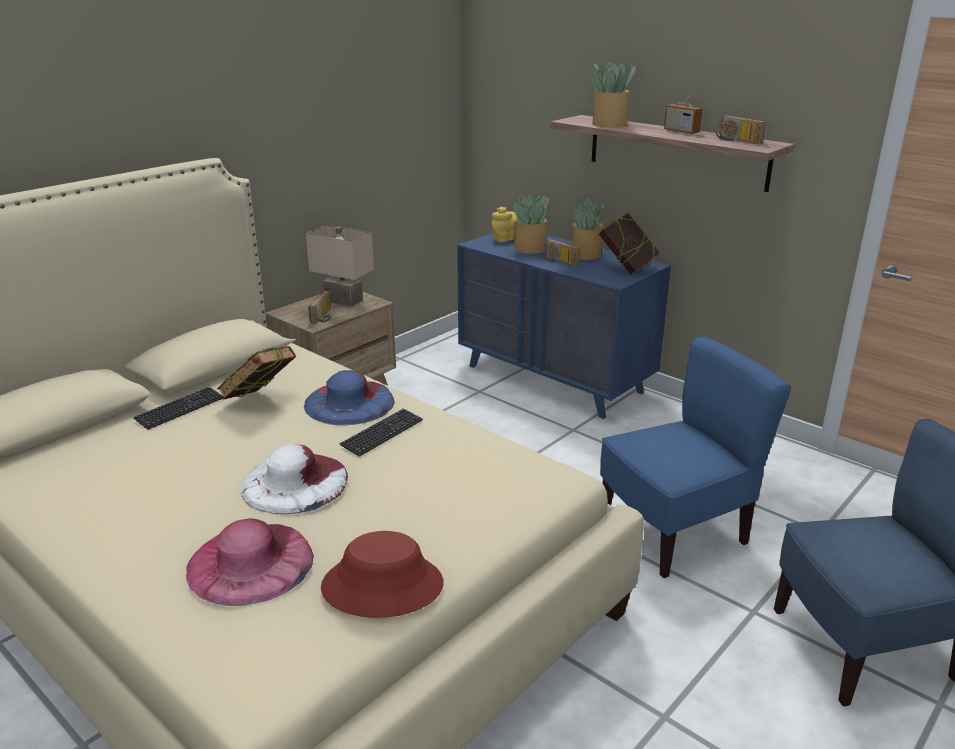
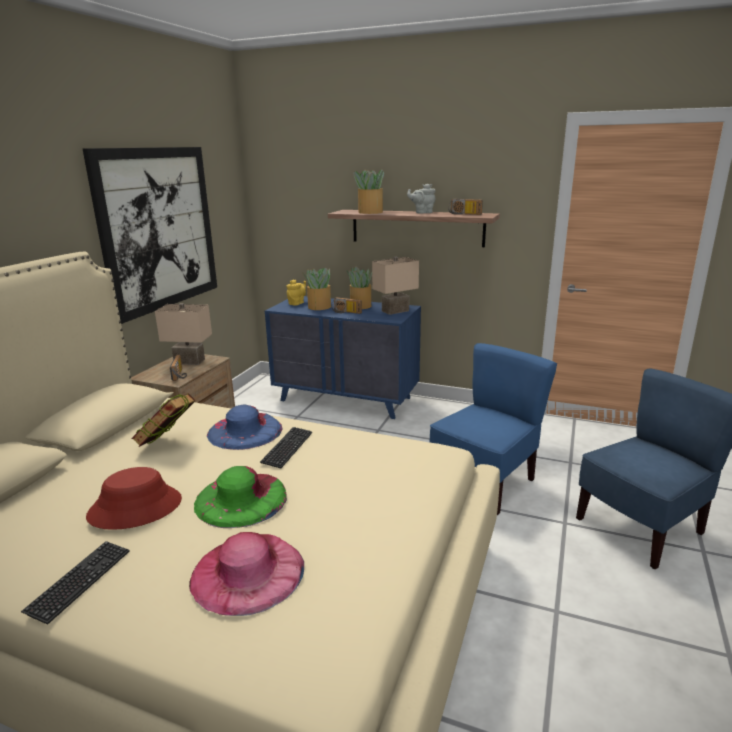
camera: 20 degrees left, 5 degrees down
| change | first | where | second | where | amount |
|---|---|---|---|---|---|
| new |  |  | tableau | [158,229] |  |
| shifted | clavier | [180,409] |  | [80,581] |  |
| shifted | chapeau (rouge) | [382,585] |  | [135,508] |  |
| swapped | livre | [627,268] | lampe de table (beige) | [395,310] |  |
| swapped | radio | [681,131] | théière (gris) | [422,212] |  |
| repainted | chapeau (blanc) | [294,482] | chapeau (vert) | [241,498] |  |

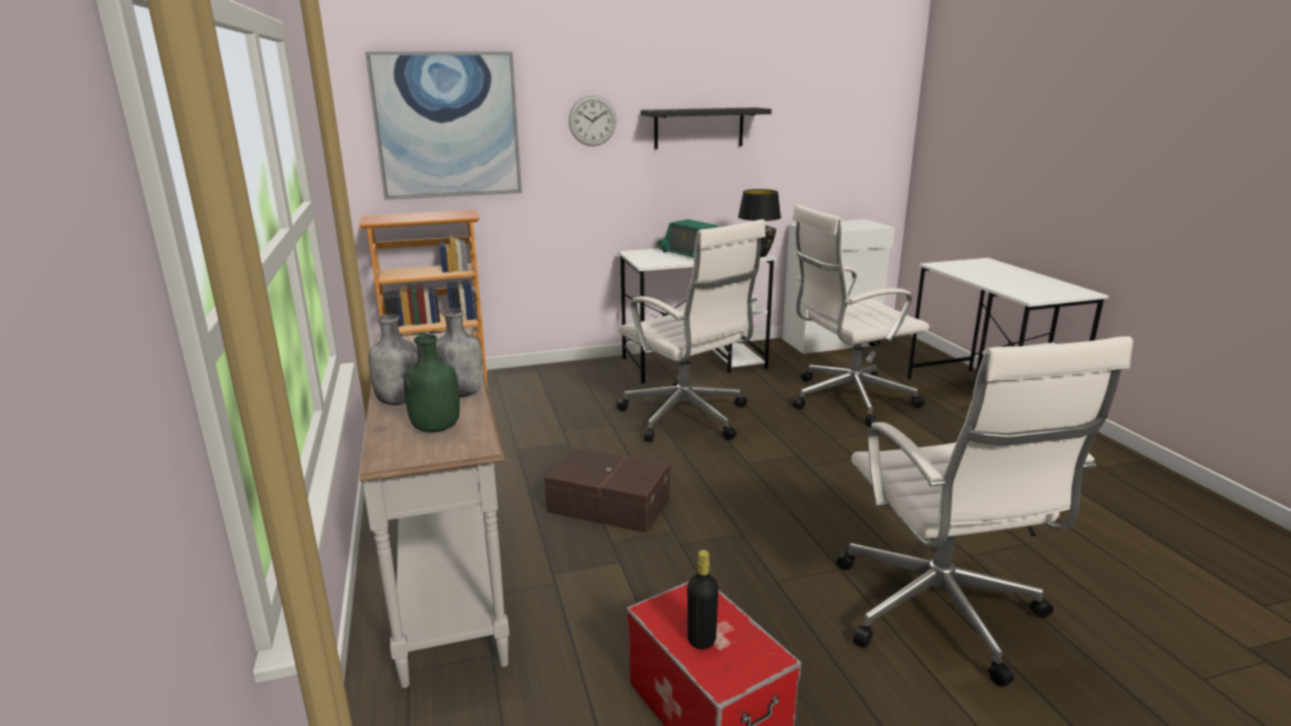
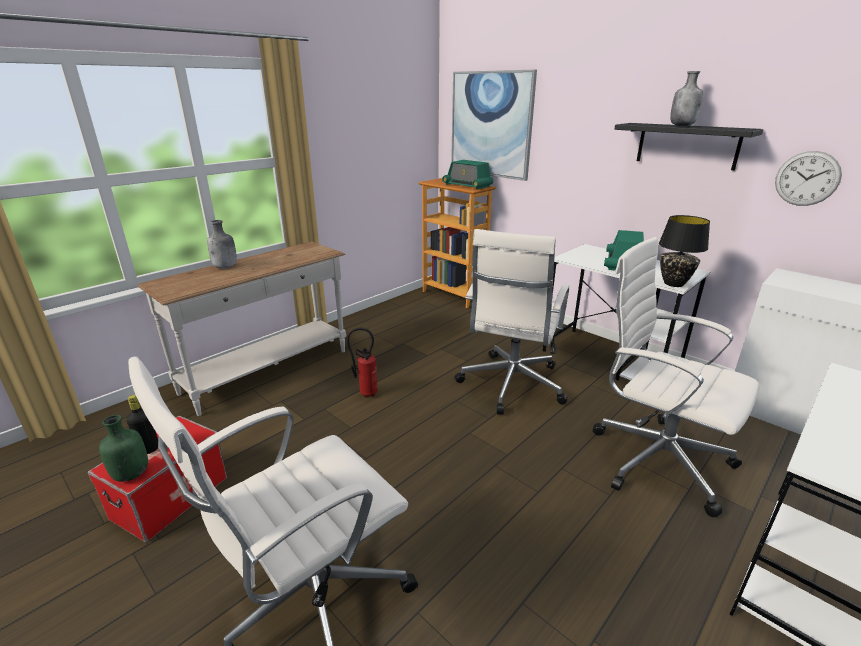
camera: 60 degrees right, 5 degrees up
| change | first | where | second | where | amount |
|---|---|---|---|---|---|
| new |  |  | radio | [467,185] |  |
| shifted | bouteille (vert) | [435,428] |  | [131,474] |  |
| shifted | bouteille (gris) | [462,394] |  | [682,126] |  |
| shifted | horloge murale | [592,121] |  | [807,178] |  |
| swapped | boîte de rangement (marron) | [608,503] | extincteur | [365,393] |  |

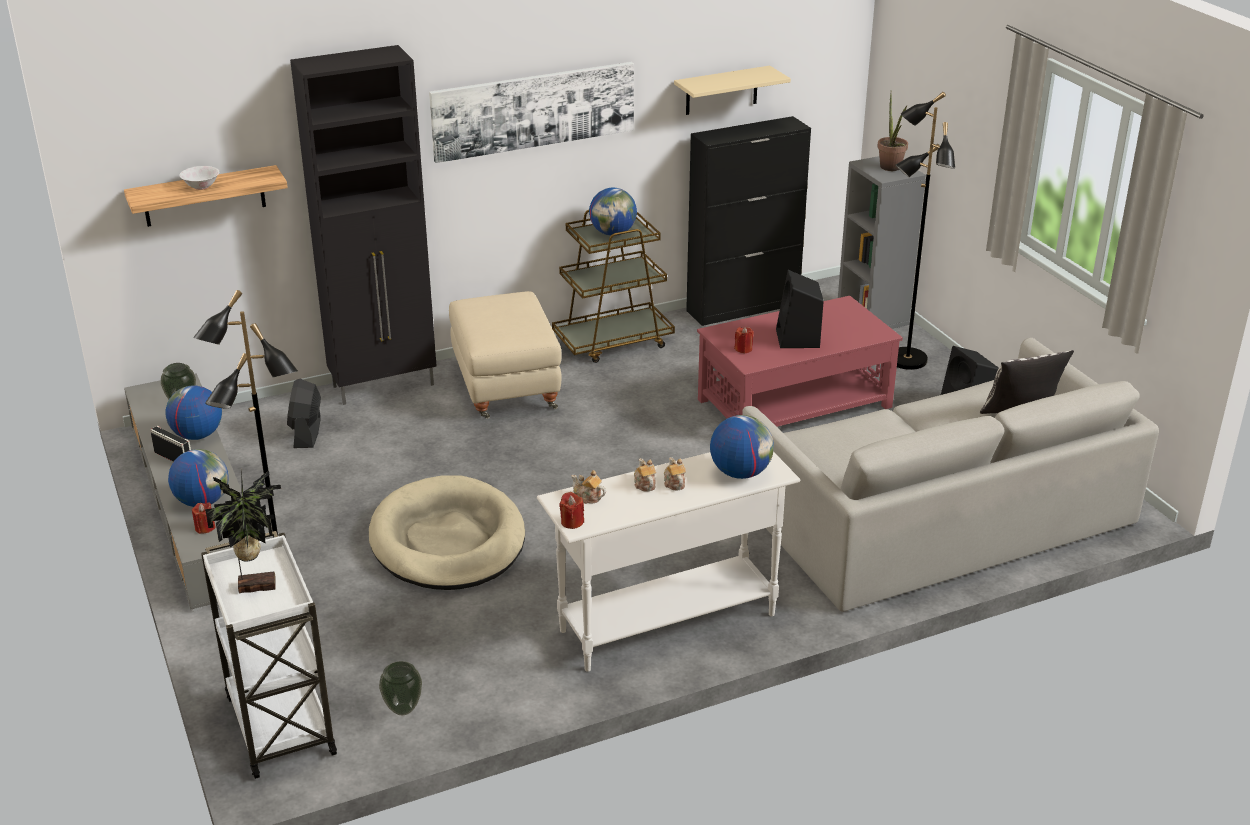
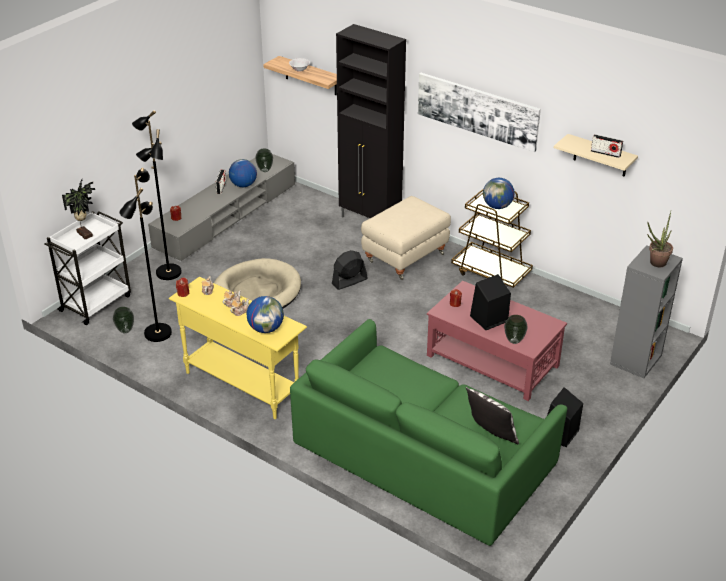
camera: 60 degrees right, 5 degrees up
| change | first | where | second | where | amount |
|---|---|---|---|---|---|
| gone | globe | [202,501] |  |  |  |
| gone | meuble de rangement (noir) | [743,307] |  |  |  |
| new |  |  | vase | [514,341] |  |
| new |  |  | radio | [605,153] |  |
| shifted | ventilateur (noir) | [307,433] |  | [349,281] |  |
| shifted | lampadaire (noir) | [906,360] |  | [157,333] |  |
| repainted | table console (blanc) | [666,622] | table console (jaune) | [242,384] |  |
| repainted | canapé (gris) | [935,514] | canapé (vert) | [423,453] |  |

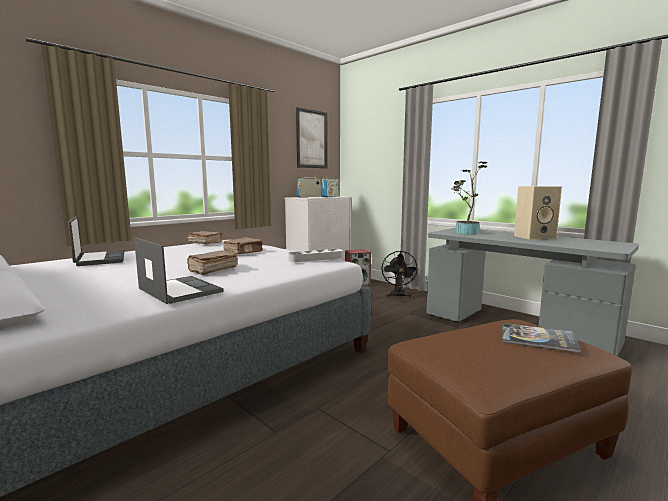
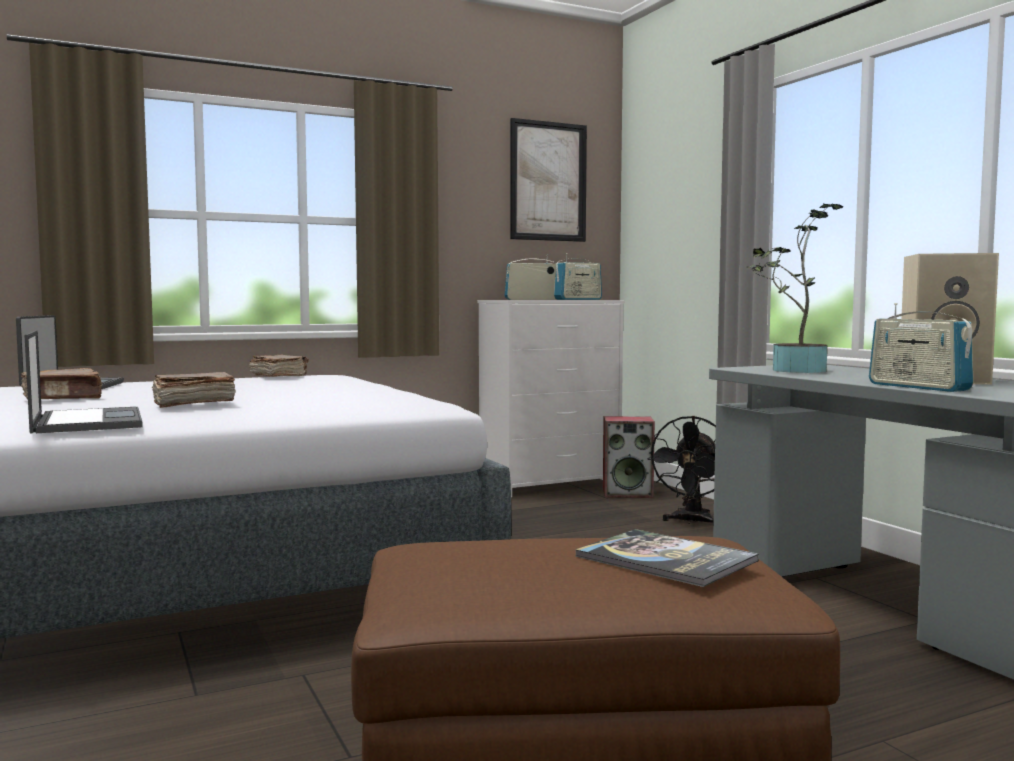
camera: 20 degrees right, 5 degrees down
| change | first | where | second | where | amount |
|---|---|---|---|---|---|
| gone | plateau (gris) | [316,258] |  |  |  |
| new |  |  | radio | [918,387] |  |
| shifted | livre (marron) | [244,252] |  | [63,398] |  |

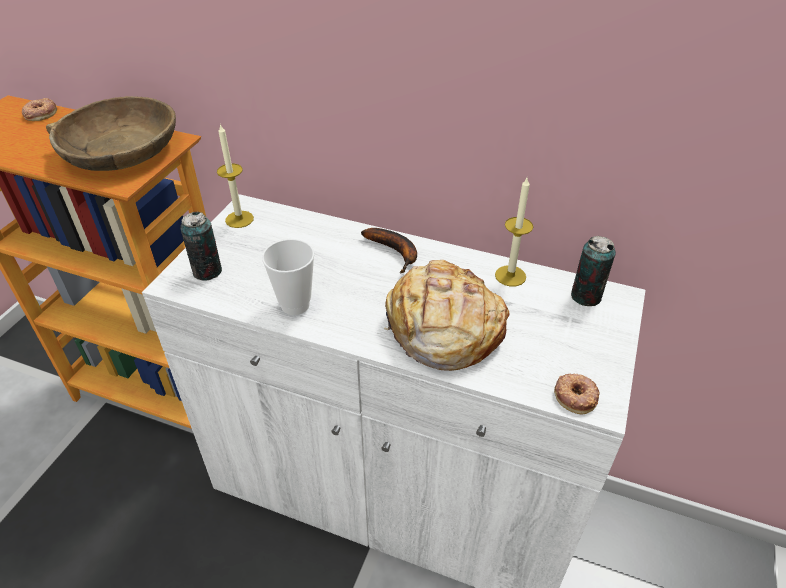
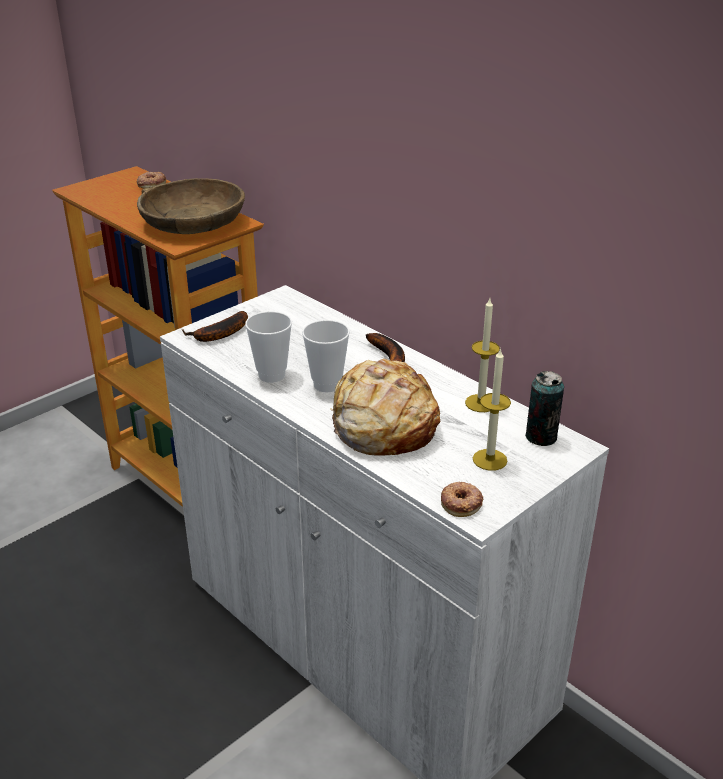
camera: 25 degrees right, 10 degrees down
| change | first | where | second | where | amount |
|---|---|---|---|---|---|
| new |  |  | tasse | [327,385] |  |
| shifted | bougie | [239,219] |  | [489,460] |  |
| swapped | boîte métallique | [207,271] | banane | [219,334] |  |

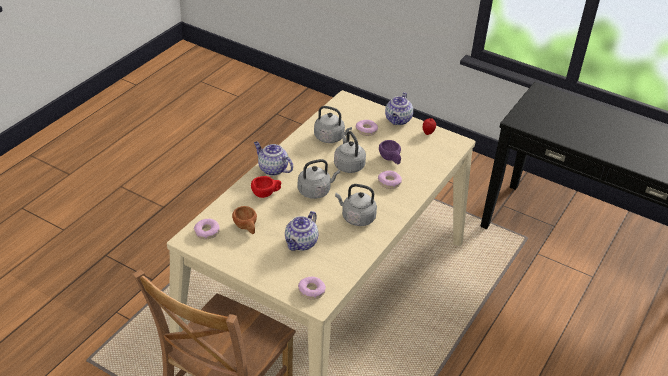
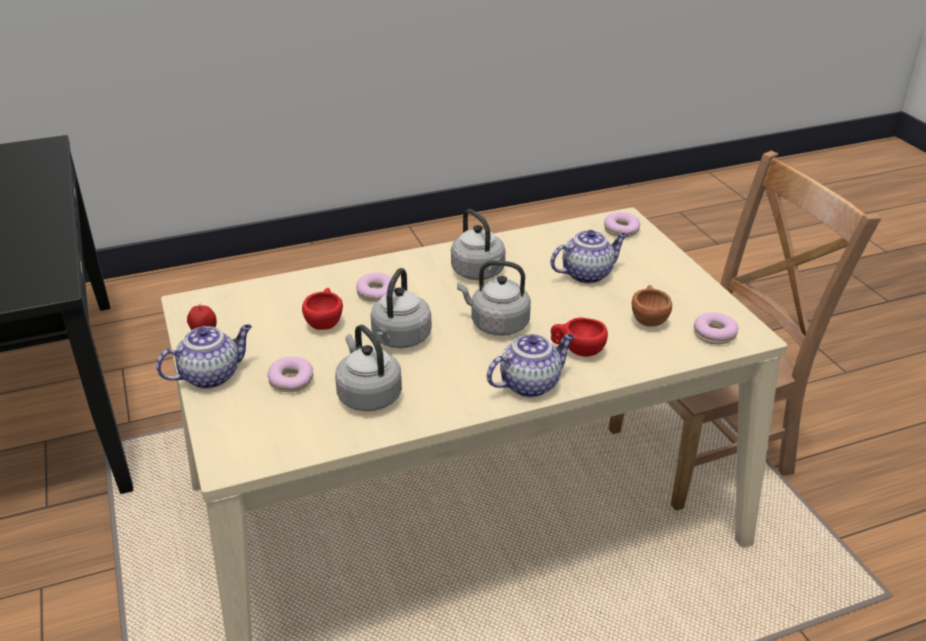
camera: 140 degrees left, 5 degrees down
| change | first | where | second | where | amount |
|---|---|---|---|---|---|
| repainted | tasse (violet) | [390,159] | tasse (rouge) | [325,321] |  |
| rotated | théière | [272,169] |  | [530,384] | 105 degrees counterclockwise |

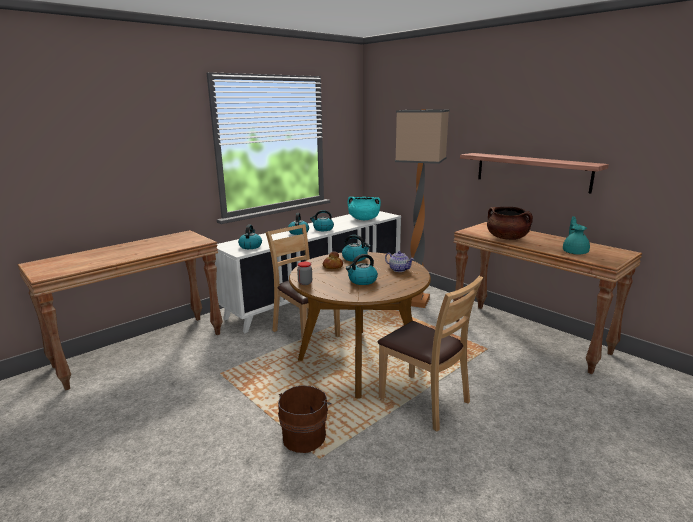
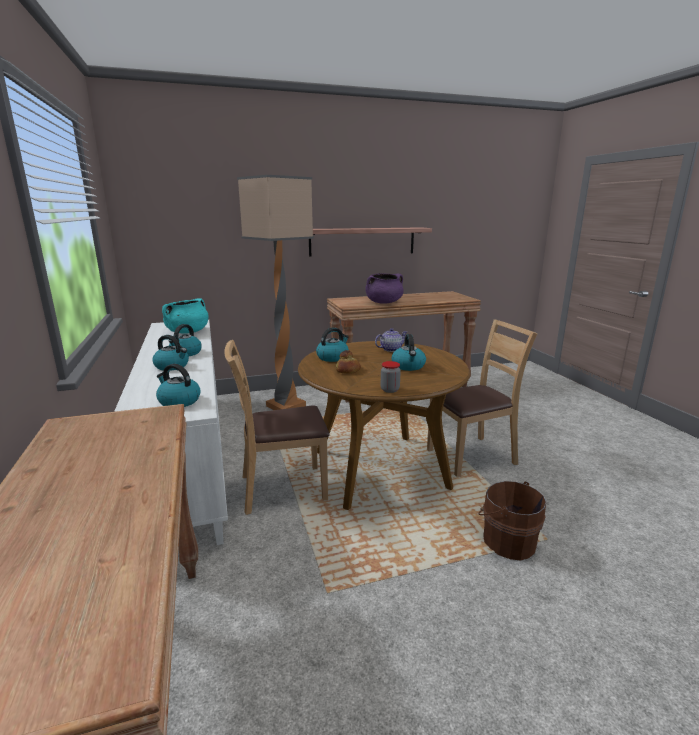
camera: 65 degrees left, 0 degrees up
| change | first | where | second | where | amount |
|---|---|---|---|---|---|
| gone | théière (turquoise) | [574,252] |  |  |  |
| repainted | marmite (marron) | [507,238] | marmite (violet) | [384,302] |  |

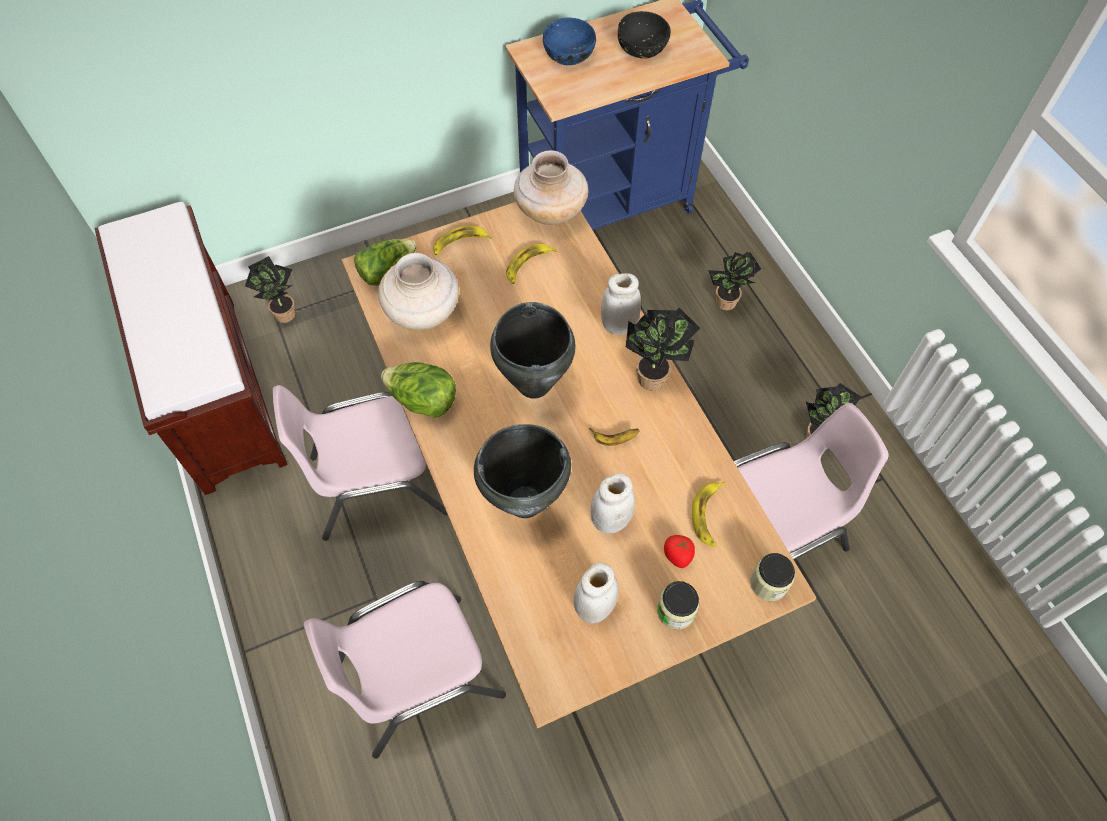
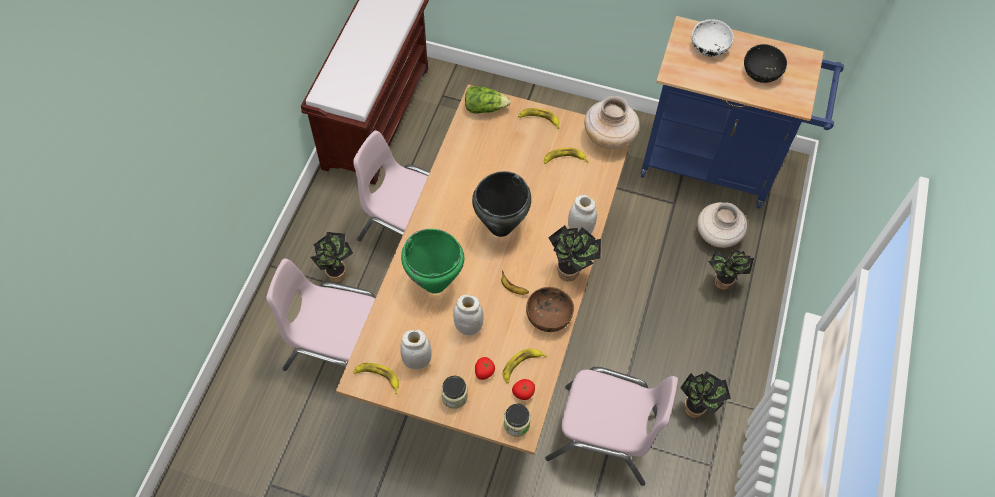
camera: 40 degrees right, 0 degrees up
| change | first | where | second | where | amount |
|---|---|---|---|---|---|
| gone | laitue | [423,401] |  |  |  |
| new |  |  | banane | [377,377] |  |
| new |  |  | tomate | [523,393] |  |
| new |  |  | bol (marron) | [549,316] |  |
| shifted | plante en pot | [282,312] |  | [336,272] |  |
| shifted | vase (beige) | [423,313] |  | [717,235] |  |
| repainted | marmite (noir) | [526,503] | marmite (vert) | [435,283] |  |
| repainted | bol (bleu) | [568,55] | bol (blanc) | [708,47] |  |

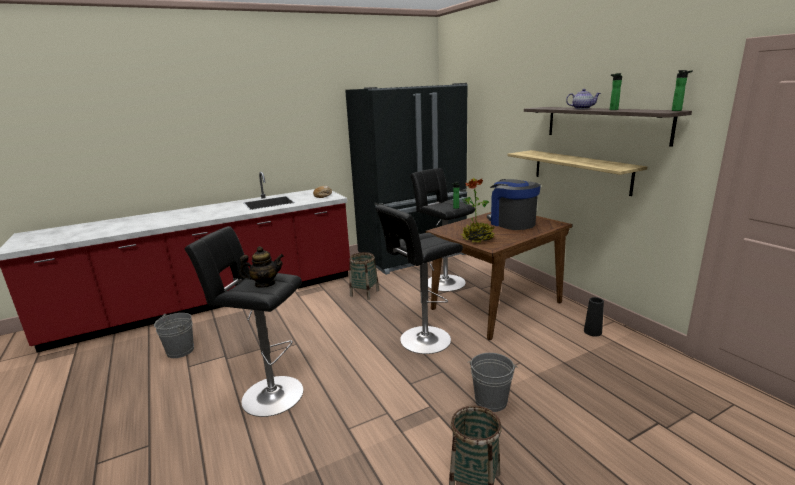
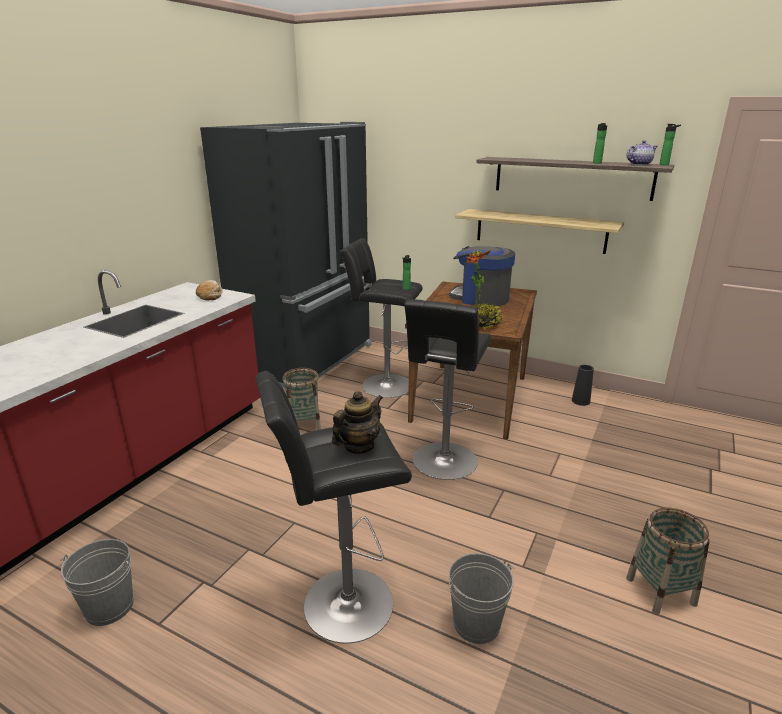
camera: 35 degrees left, 5 degrees up
| change | first | where | second | where | amount |
|---|---|---|---|---|---|
| shifted | seau (gris) | [490,401] |  | [476,624] |  |
| shifted | théière | [582,108] |  | [639,164] |  |

